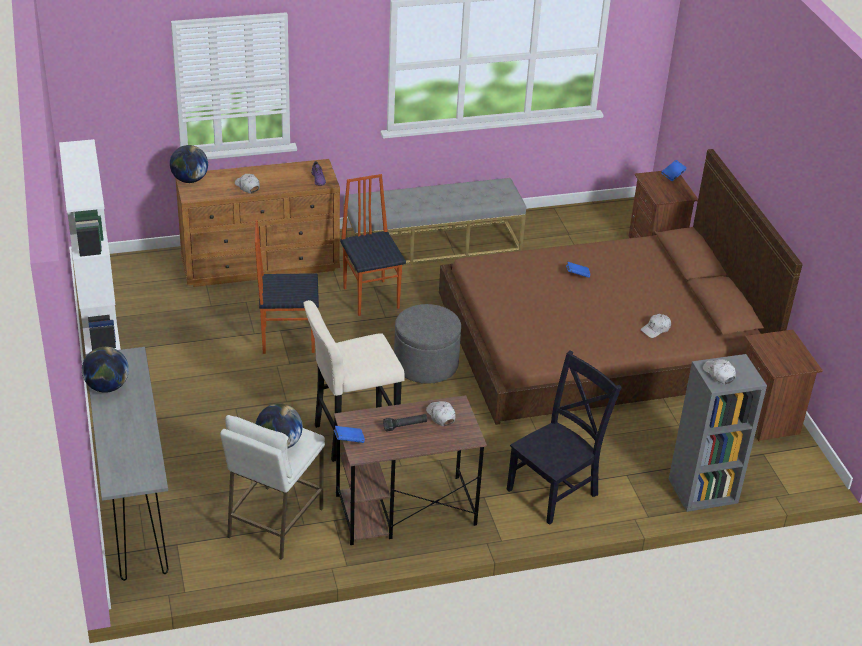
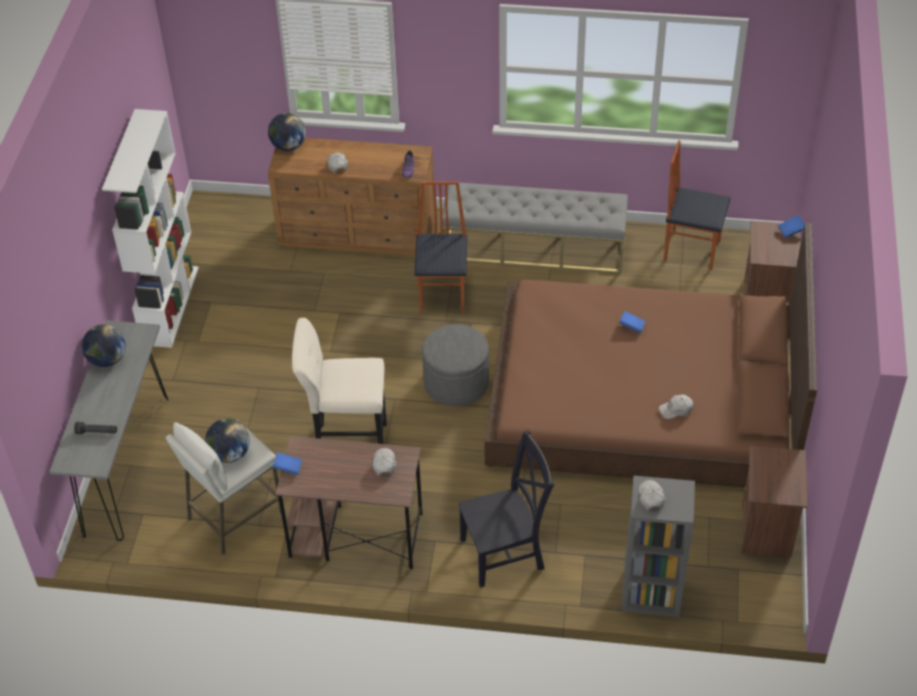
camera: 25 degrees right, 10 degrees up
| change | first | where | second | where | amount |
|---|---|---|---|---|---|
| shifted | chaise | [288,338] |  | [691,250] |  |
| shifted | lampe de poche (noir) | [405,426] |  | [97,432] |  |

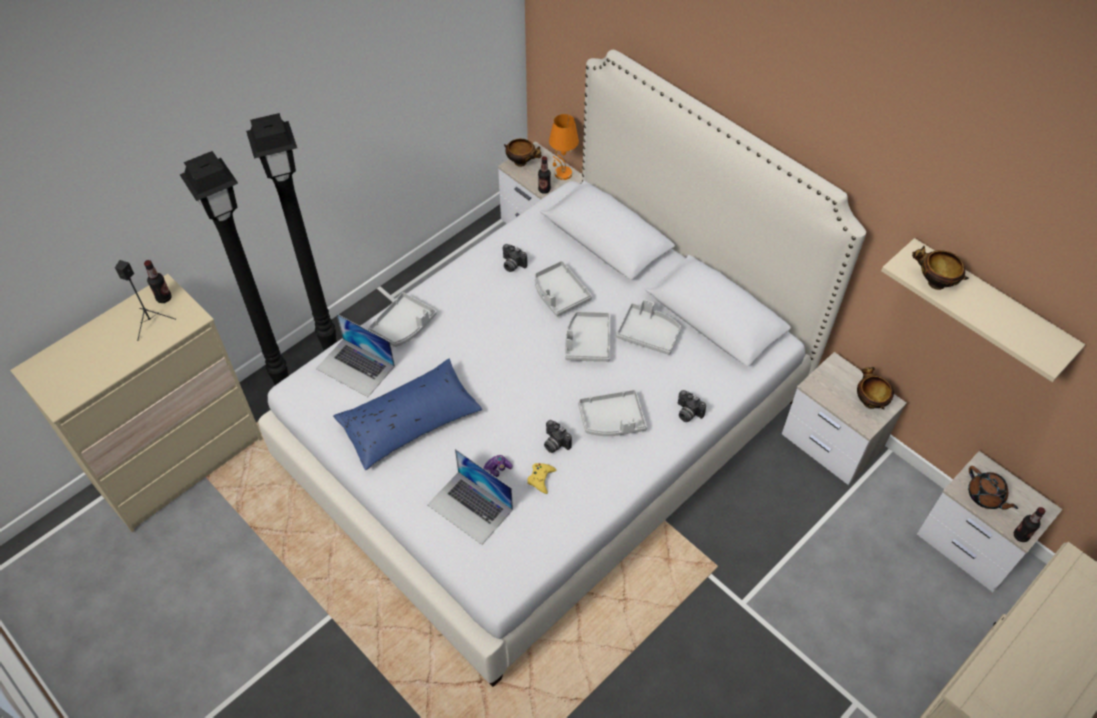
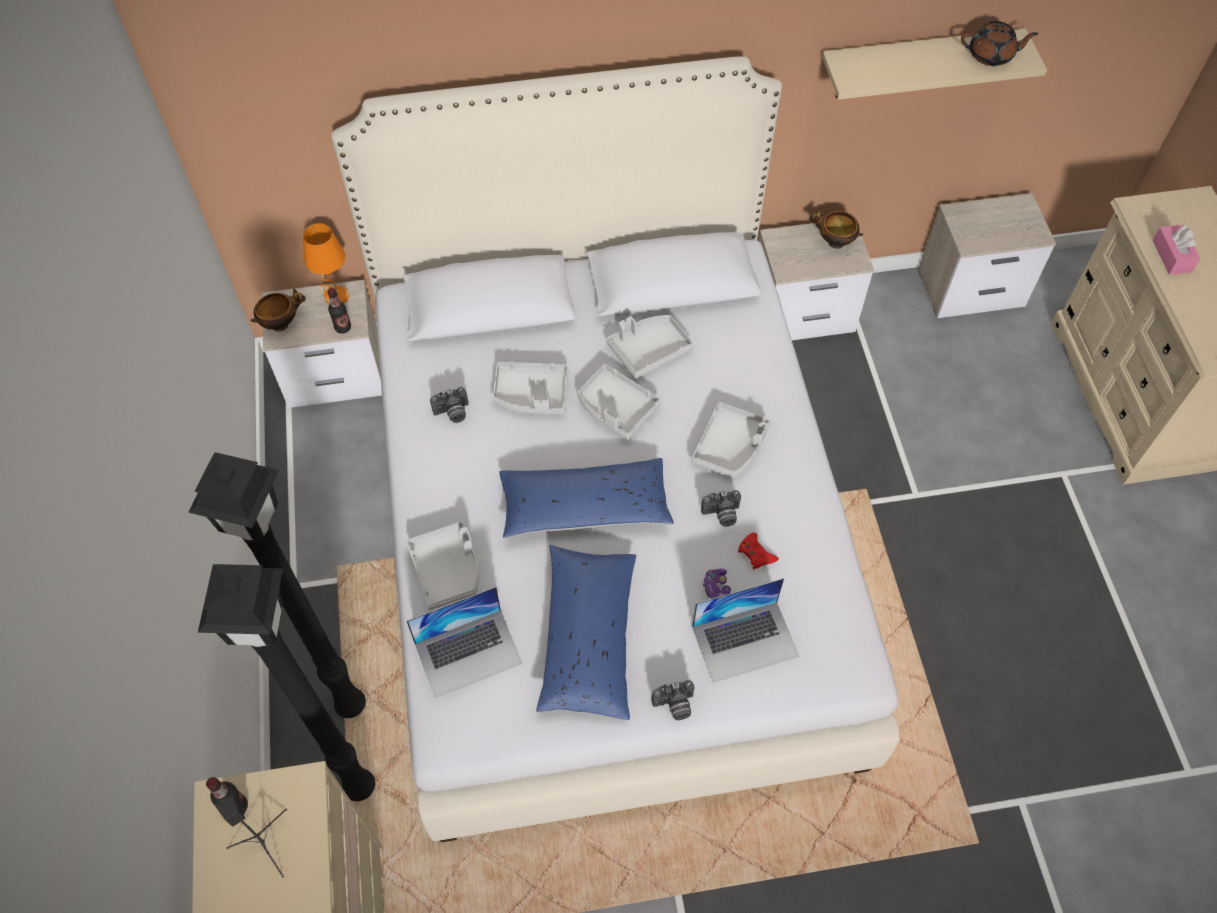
camera: 55 degrees left, 5 degrees up
| change | first | where | second | where | amount |
|---|---|---|---|---|---|
| gone | bol | [934,283] |  |  |  |
| gone | bouteille | [1020,536] |  |  |  |
| new |  |  | coussin (bleu) | [585,507] |  |
| new |  |  | boîte à mouchoirs (rose) | [1172,256] |  |
| shifted | appareil photo | [687,413] |  | [674,706] |  |
| shifted | théière (marron) | [985,496] |  | [991,55] |  |
| repainted | manette (jaune) | [541,479] | manette (rouge) | [756,553] |  |

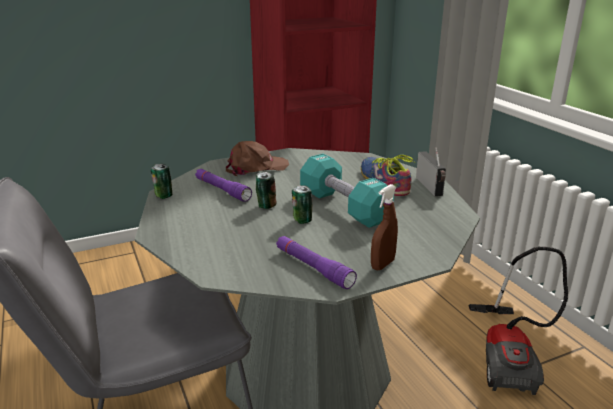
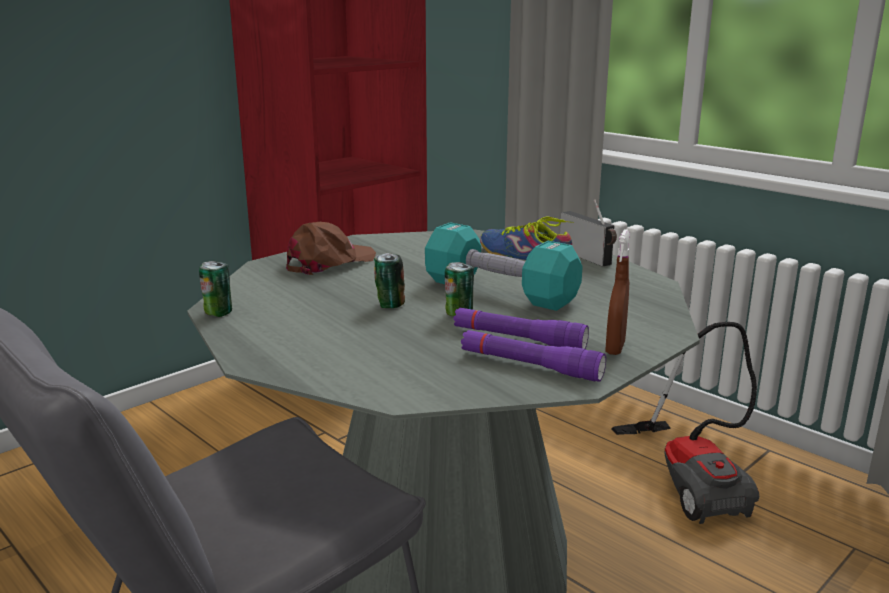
camera: 20 degrees left, 5 degrees down
| change | first | where | second | where | amount |
|---|---|---|---|---|---|
| shifted | lampe de poche (violet) | [222,190] |  | [518,339] |  |

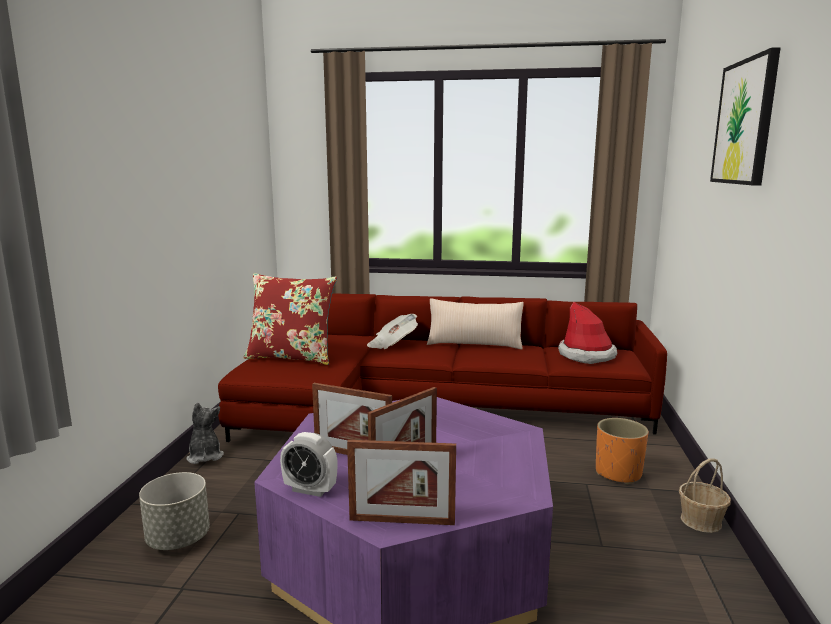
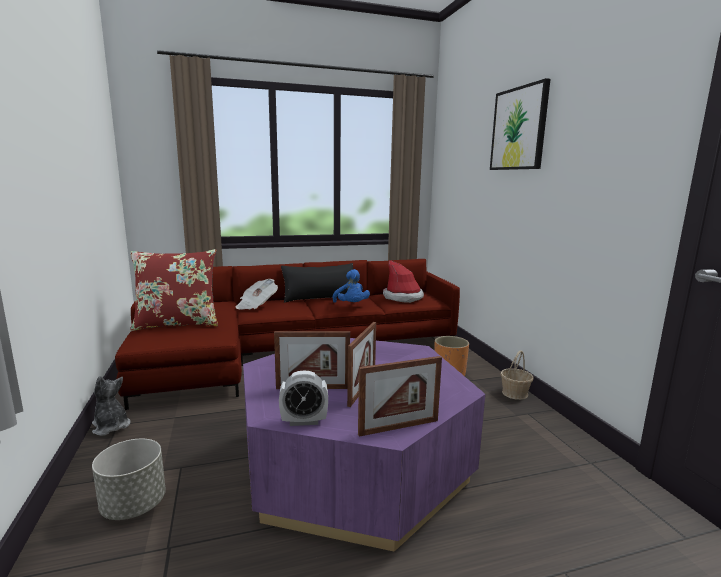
camera: 25 degrees left, 0 degrees up
| change | first | where | second | where | amount |
|---|---|---|---|---|---|
| new |  |  | peluche (bleu) | [351,305] |  |
| repainted | coussin (beige) | [474,343] | coussin (noir) | [319,298] |  |

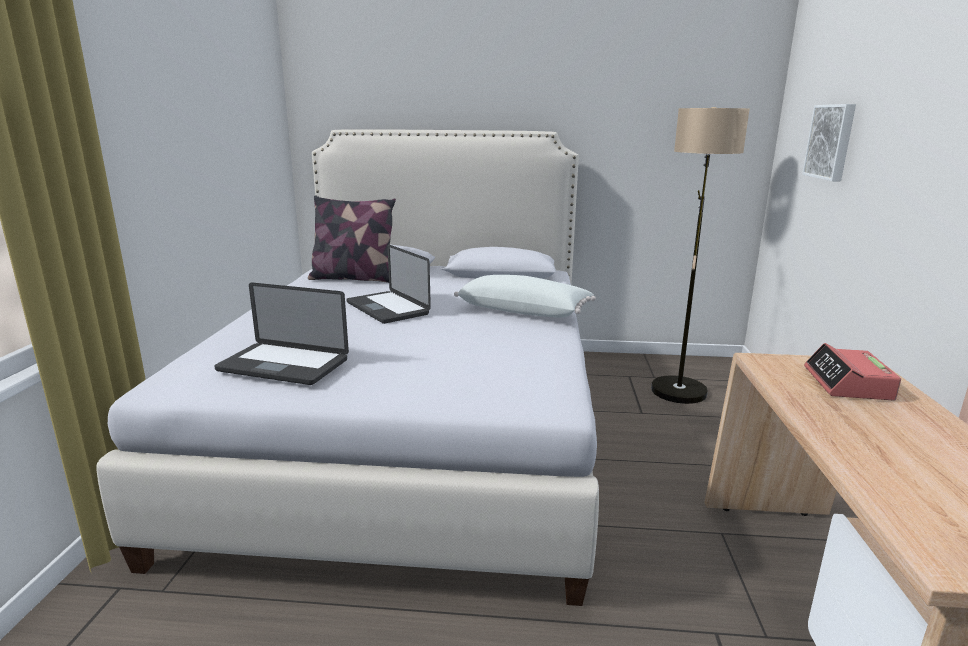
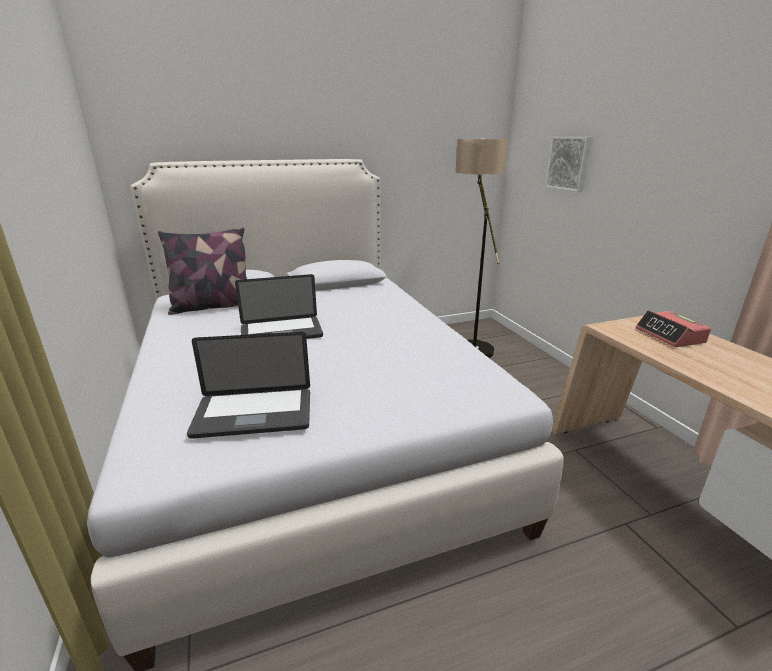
camera: 25 degrees left, 5 degrees up
| change | first | where | second | where | amount |
|---|---|---|---|---|---|
| gone | coussin (blanc) | [524,311] |  |  |  |
| rotated | ordinateur portable | [387,308] |  | [281,332] | 45 degrees counterclockwise |

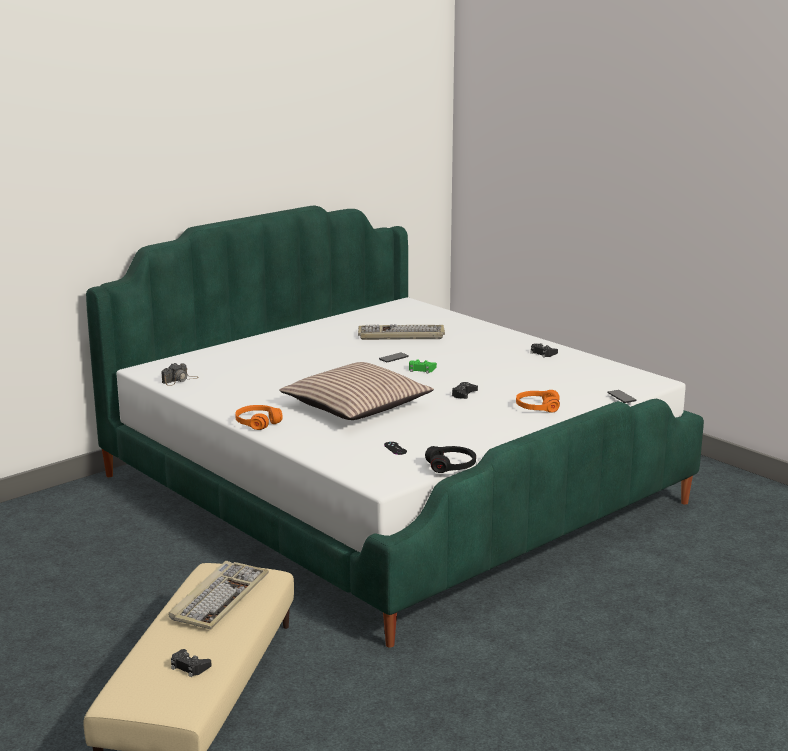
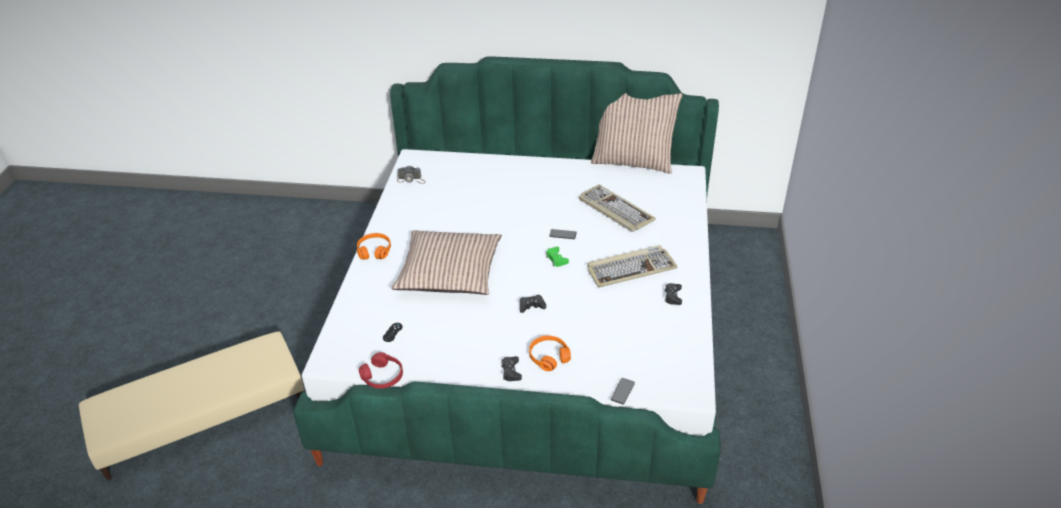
camera: 50 degrees right, 20 degrees up
| change | first | where | second | where | amount |
|---|---|---|---|---|---|
| new |  |  | coussin | [633,161] |  |
| shifted | clavier | [219,598] |  | [631,268] |  |
| shifted | manette (noir) | [189,667] |  | [511,371] |  |
| repainted | casque audio (noir) | [451,466] | casque audio (rouge) | [383,376] |  |

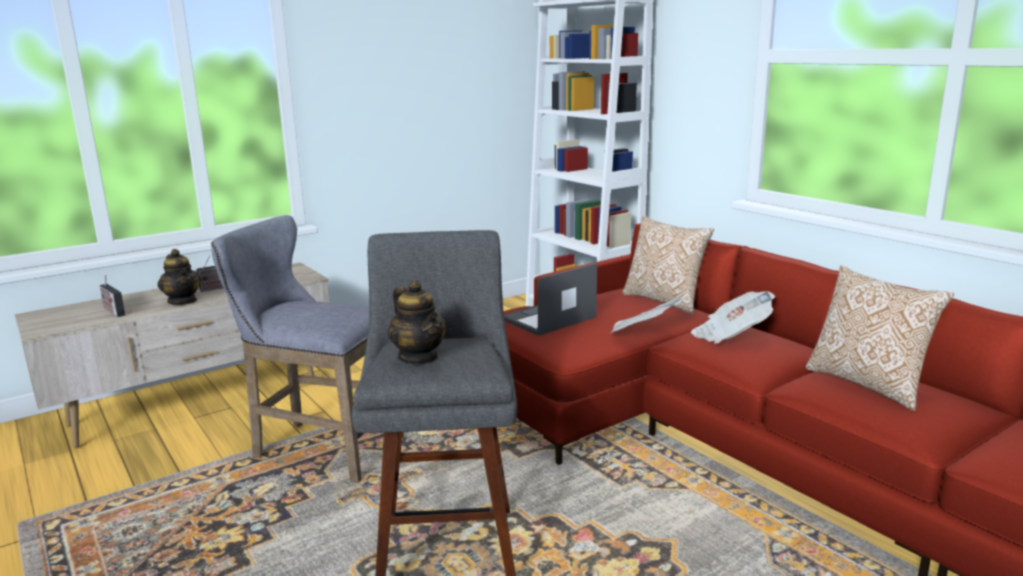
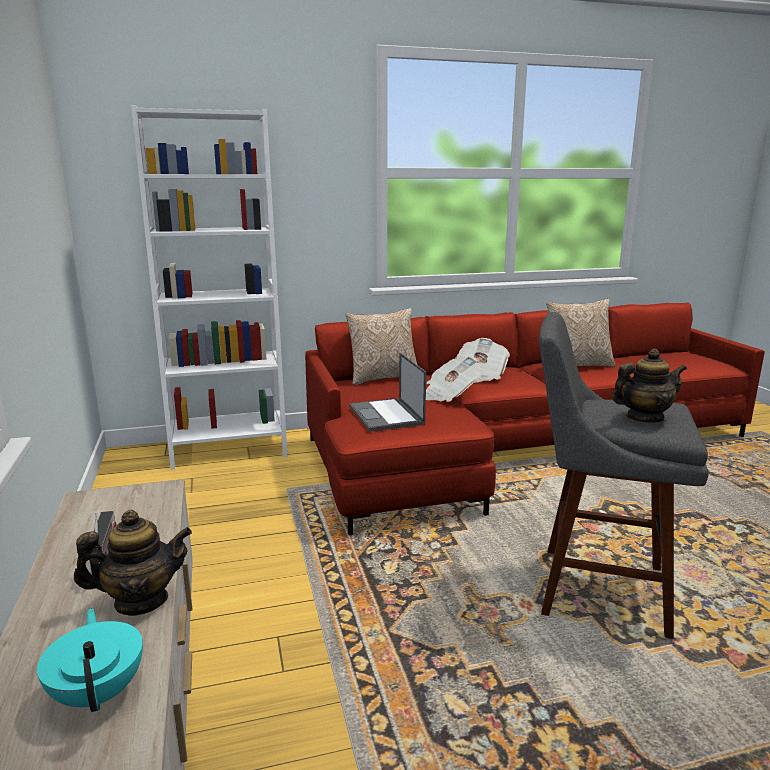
camera: 70 degrees left, 0 degrees up
| change | first | where | second | where | amount |
|---|---|---|---|---|---|
| gone | tabouret (gris) | [320,448] |  |  |  |
| swapped | radio | [113,311] | théière (turquoise) | [99,692] |  |

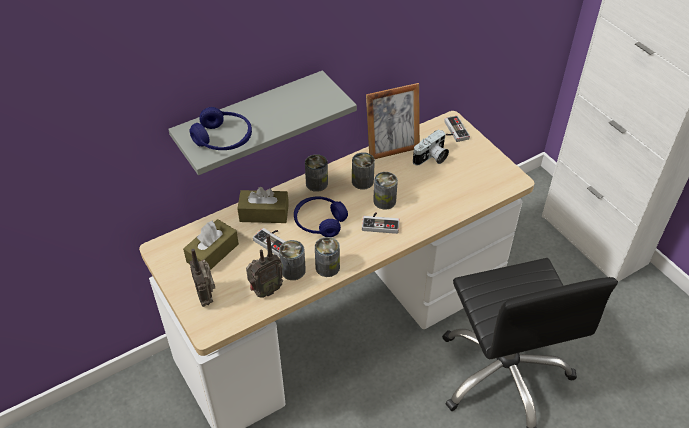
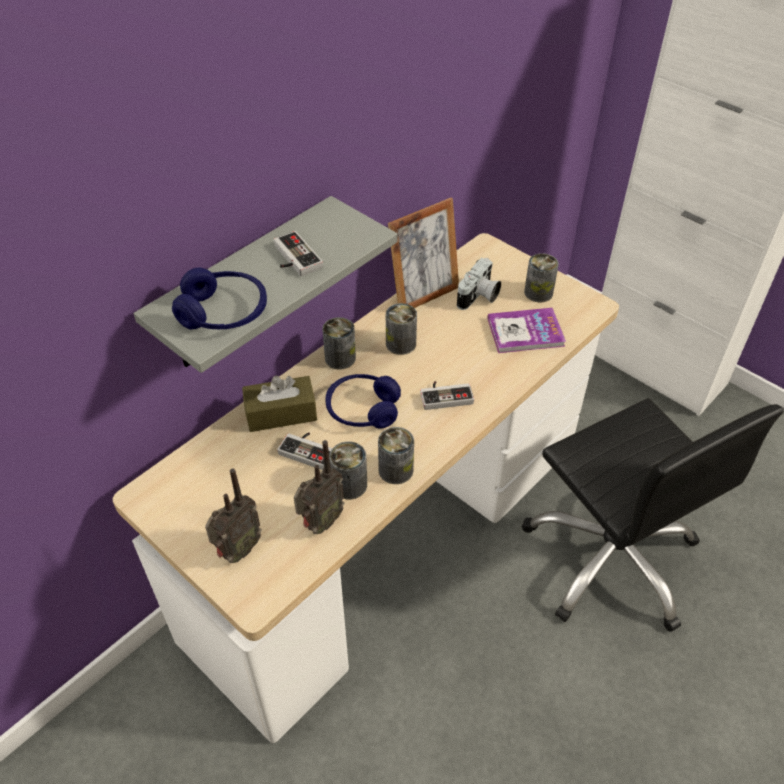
camera: 15 degrees left, 0 degrees up
| change | first | where | second | where | amount |
|---|---|---|---|---|---|
| gone | boîte à mouchoirs (marron) | [212,253] |  |  |  |
| new |  |  | livre | [525,332] |  |
| shifted | boîte métallique | [384,201] |  | [538,292] |  |
| shifted | manette | [453,131] |  | [293,259] |  |
| rotated | radio | [207,297] |  | [237,551] | 105 degrees counterclockwise |

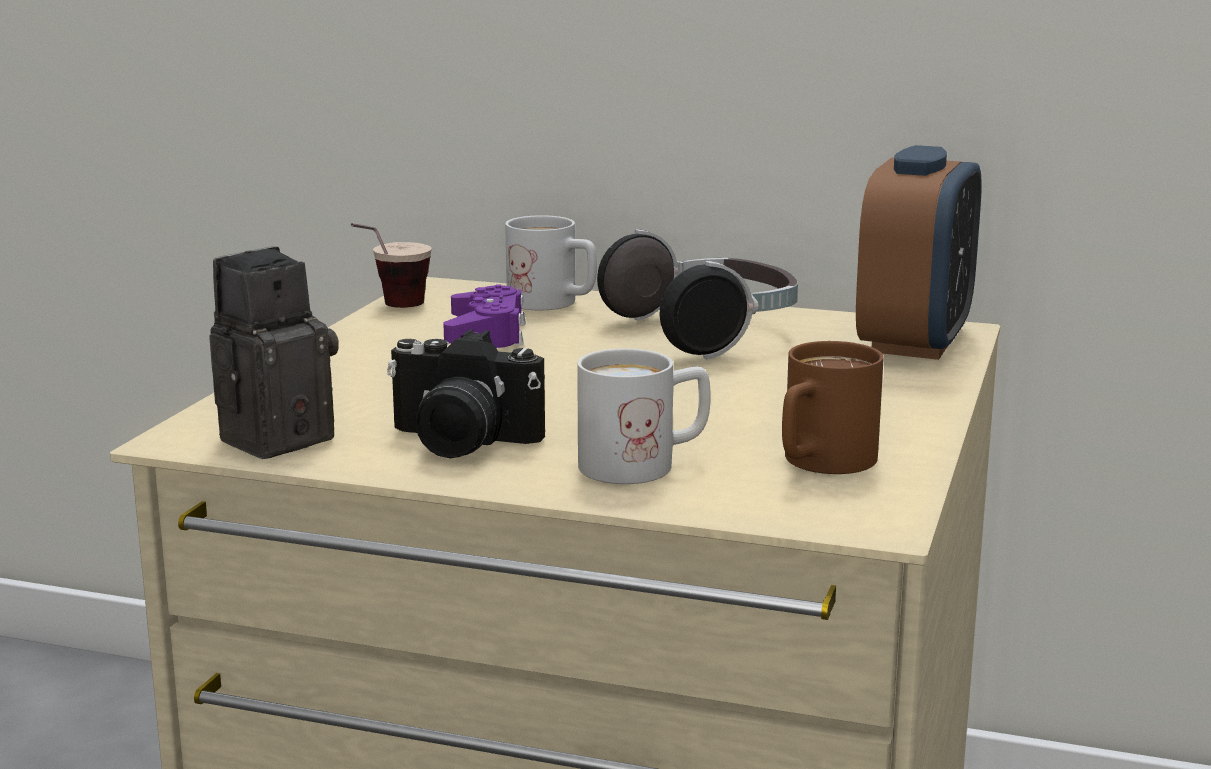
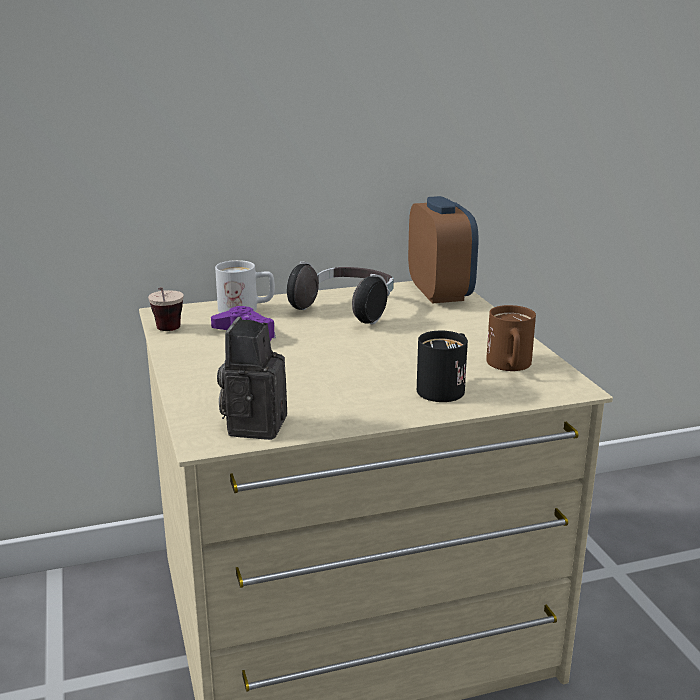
camera: 35 degrees left, 5 degrees up
| change | first | where | second | where | amount |
|---|---|---|---|---|---|
| gone | appareil photo | [459,442] |  |  |  |
| repainted | mug (blanc) | [645,464] | mug (noir) | [446,387] |  |

